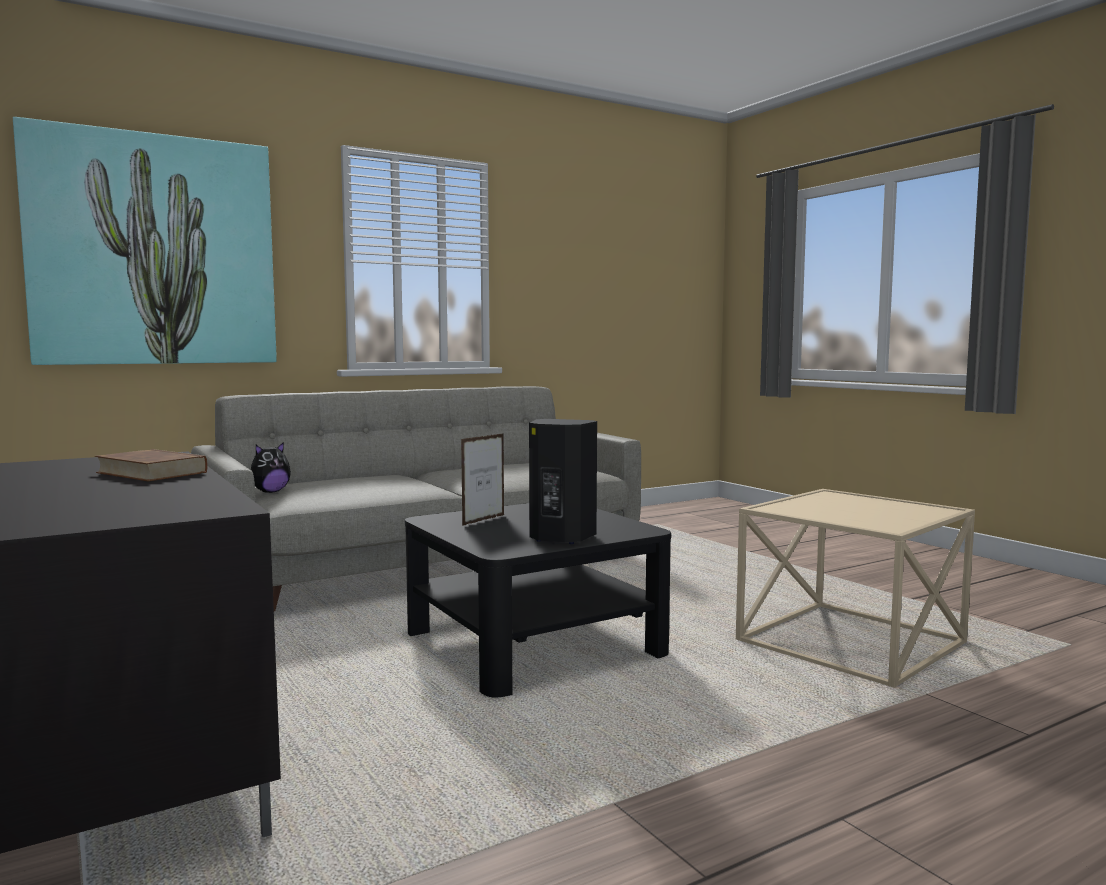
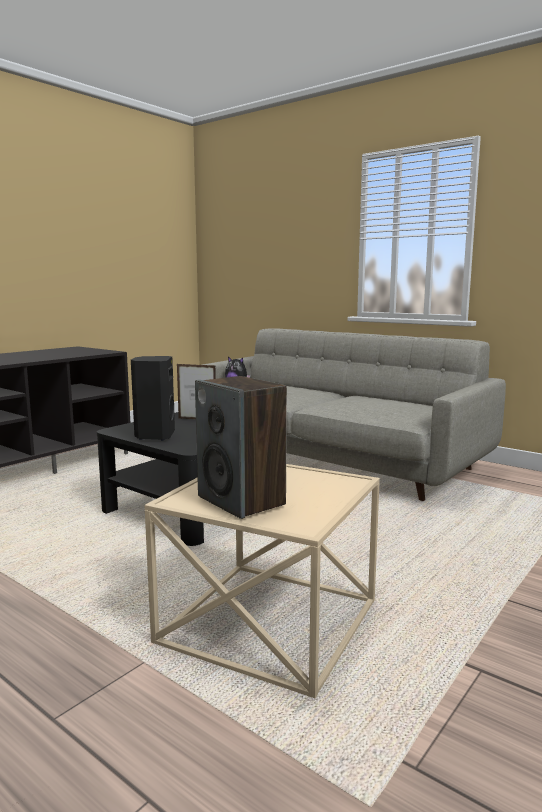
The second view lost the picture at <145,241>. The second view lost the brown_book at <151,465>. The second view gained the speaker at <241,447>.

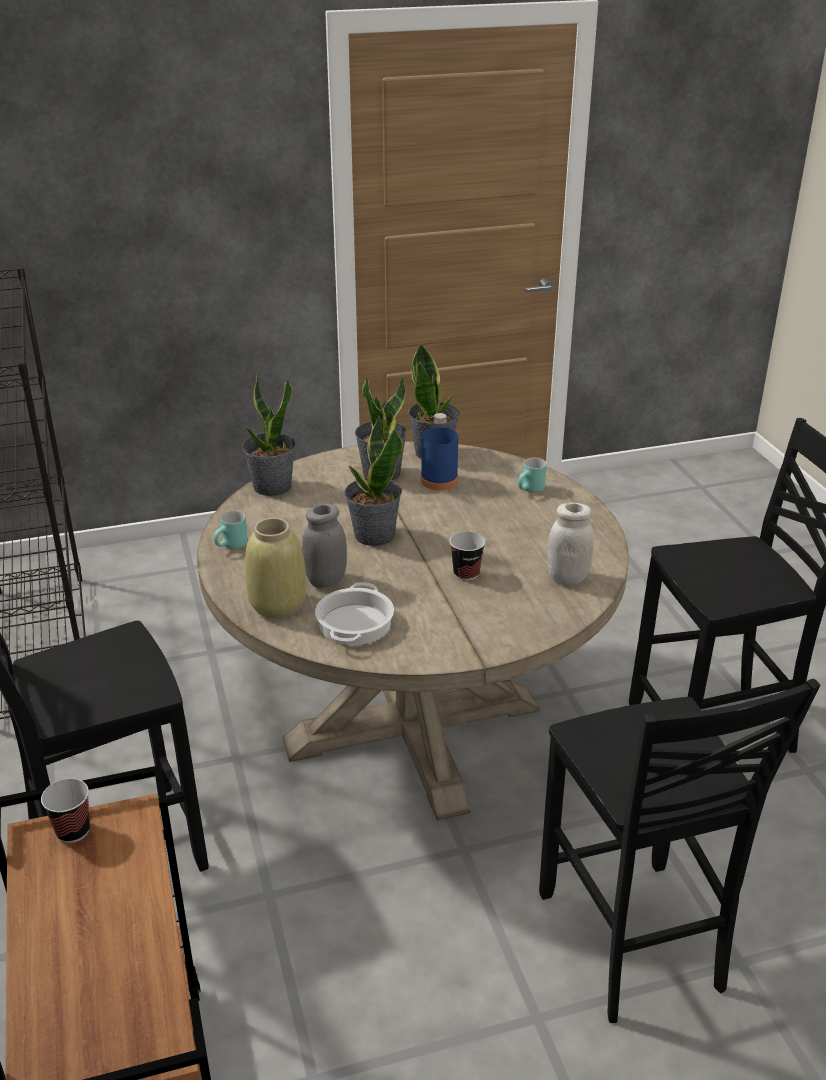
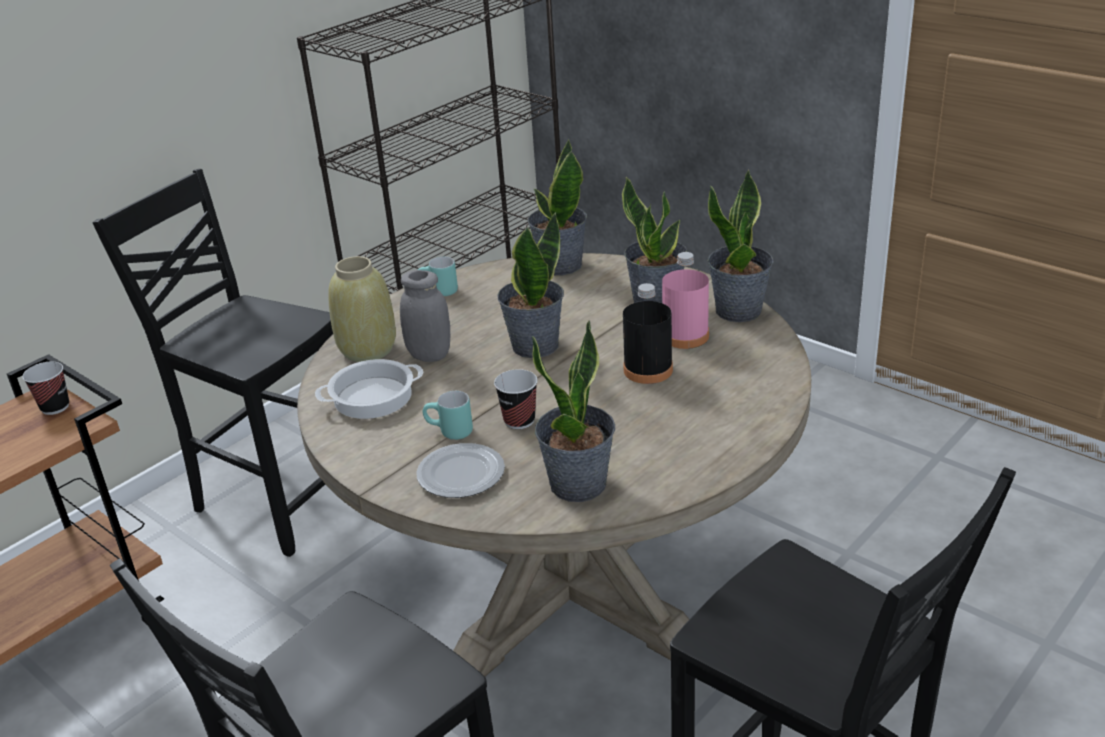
The second view gained the plate at <460,470>. The second view gained the black_bottle at <648,333>. The turquoise_mug ended up elsewhere, having gone from <532,475> to <448,415>. Where the white_jar stood at <570,543>, the potted_plant came to stand at <573,411>. What was the blue_bottle at <439,451> turned into the pink_bottle at <685,300>.

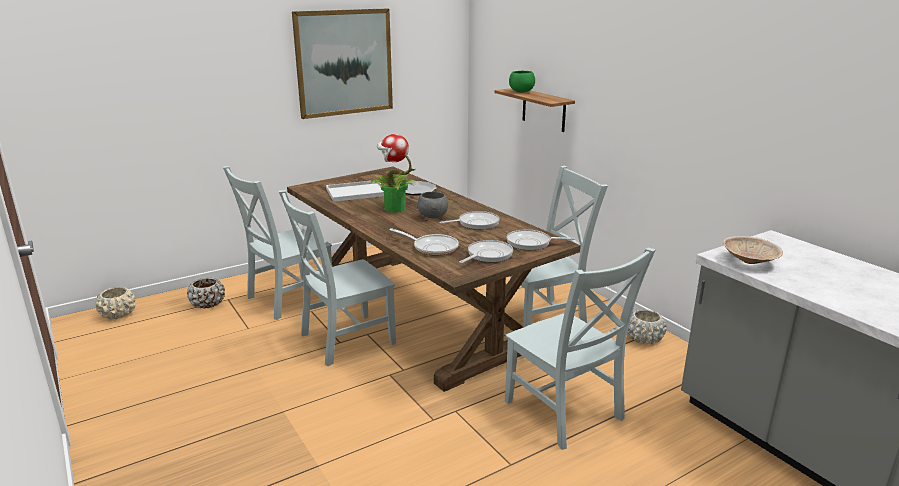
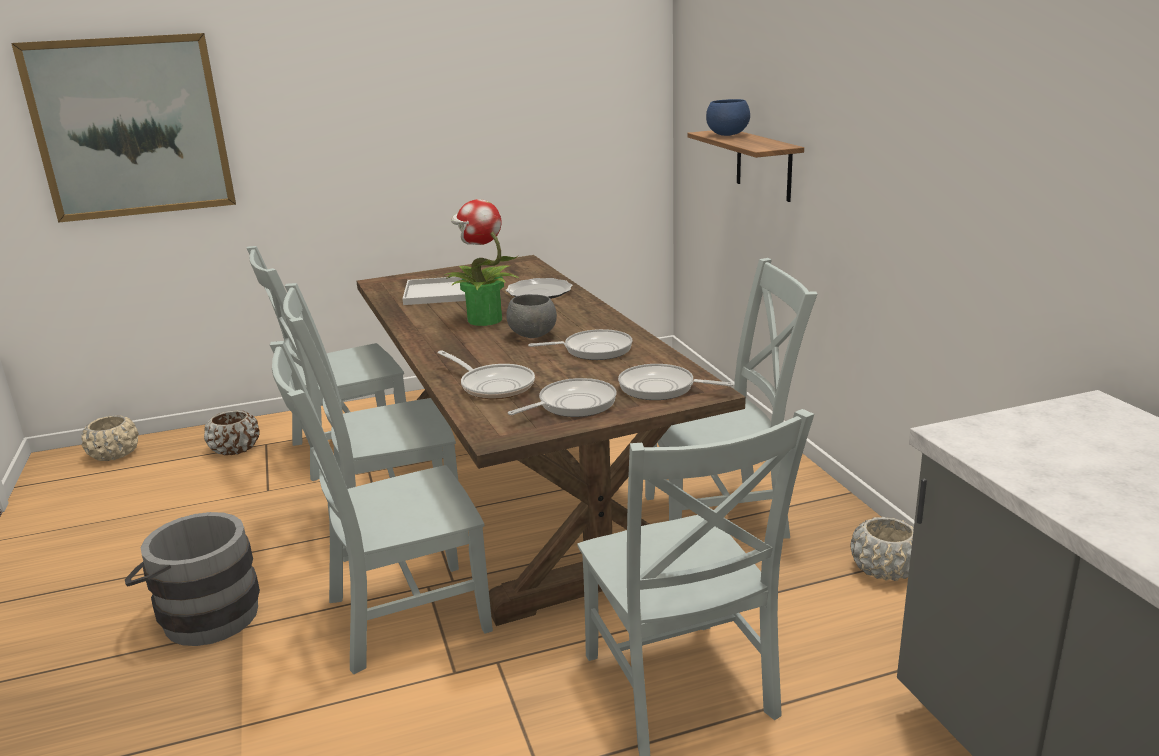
The second view lost the beige_bowl at <753,250>. The second view gained the grey_bucket at <192,579>. The second view gained the grey_chair at <381,507>. The picture ended up elsewhere, having gone from <342,63> to <123,128>. What was the green_bowl at <522,82> turned into the blue_bowl at <728,117>.

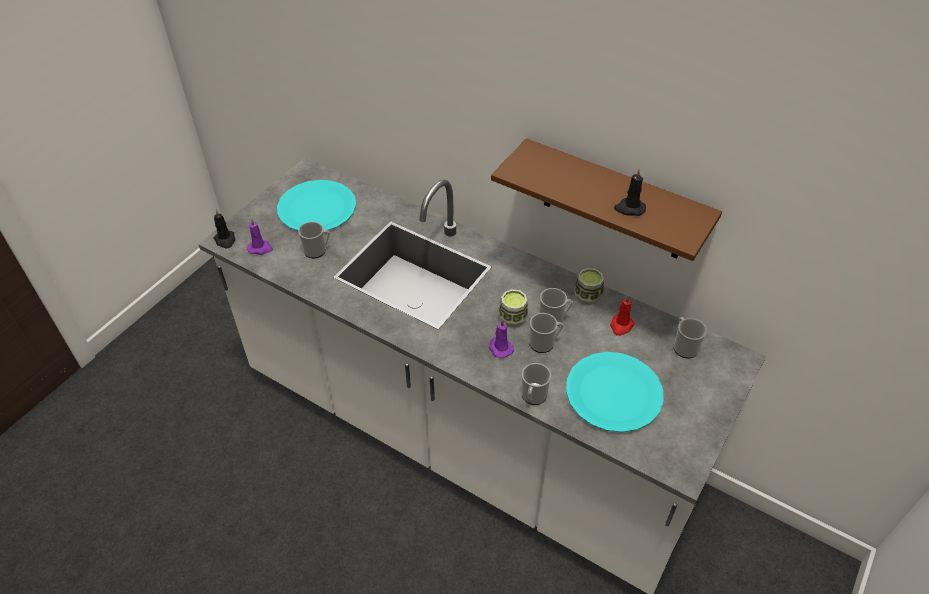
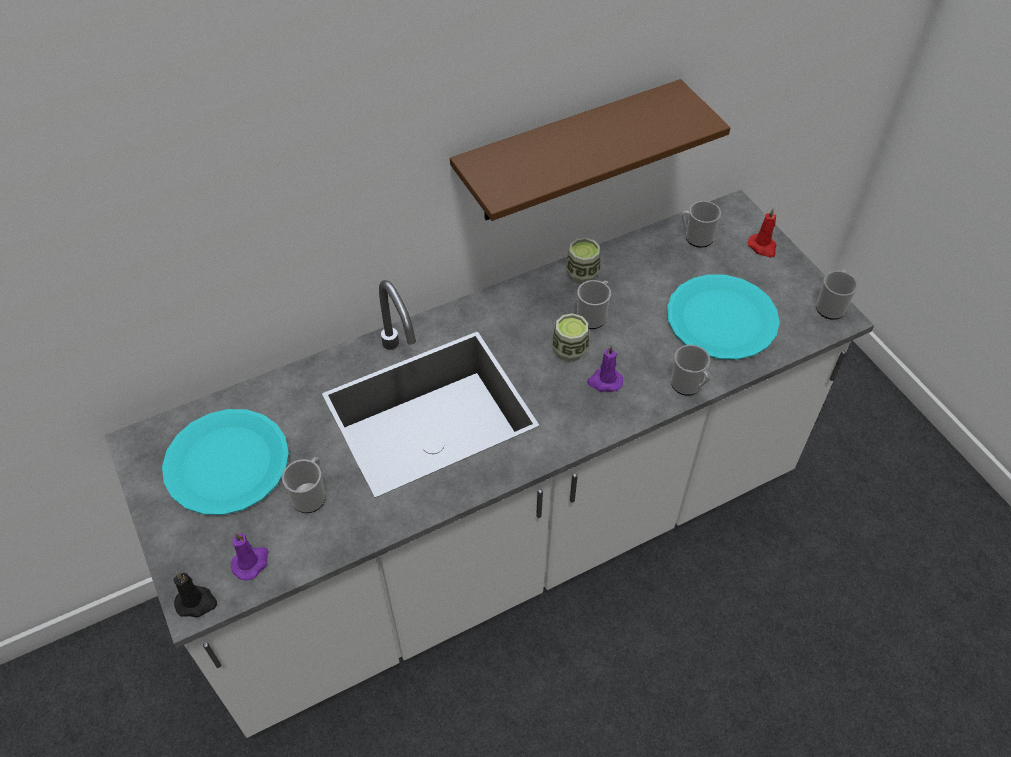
The second view lost the black_candle at <630,192>. The mug ended up elsewhere, having gone from <546,333> to <837,295>. The red_candle ended up elsewhere, having gone from <622,315> to <762,233>.

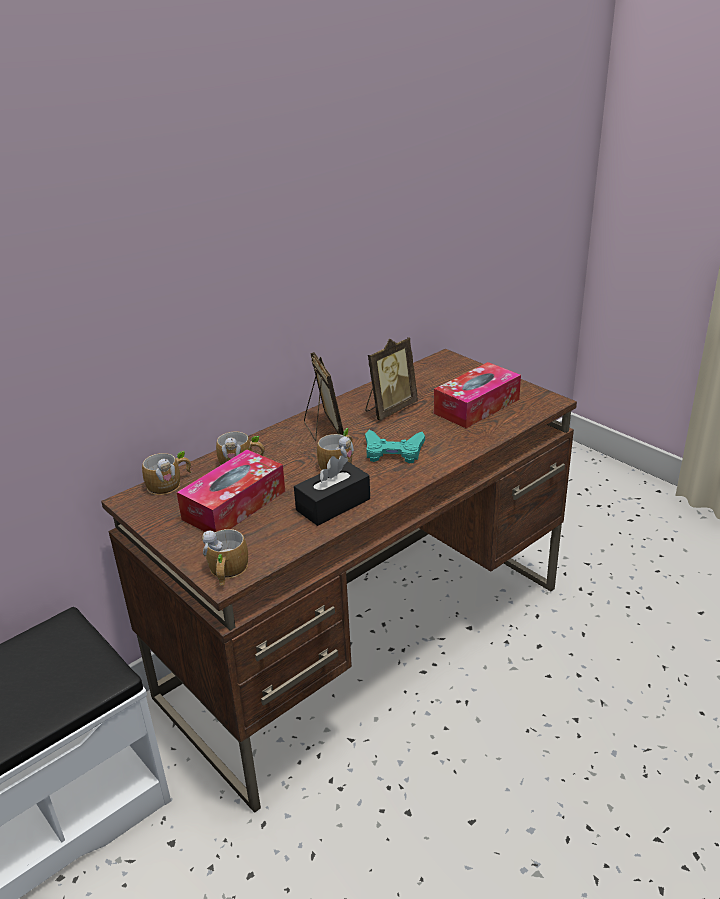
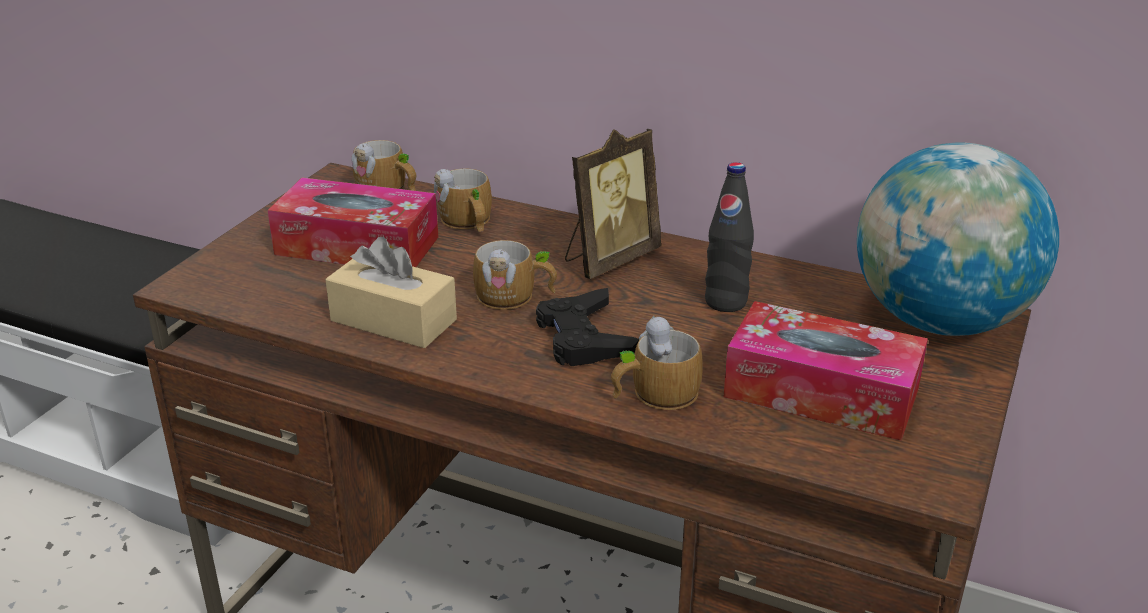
The second view gained the globe at <958,239>. The mug ended up elsewhere, having gone from <225,557> to <657,362>. Where the picture_frame stood at <392,378>, the black_bottle came to stand at <729,237>. What was the black_tissue_box at <332,490> turned into the beige_tissue_box at <391,292>. What was the turquoise_game_controller at <395,446> turned into the black_game_controller at <587,327>.

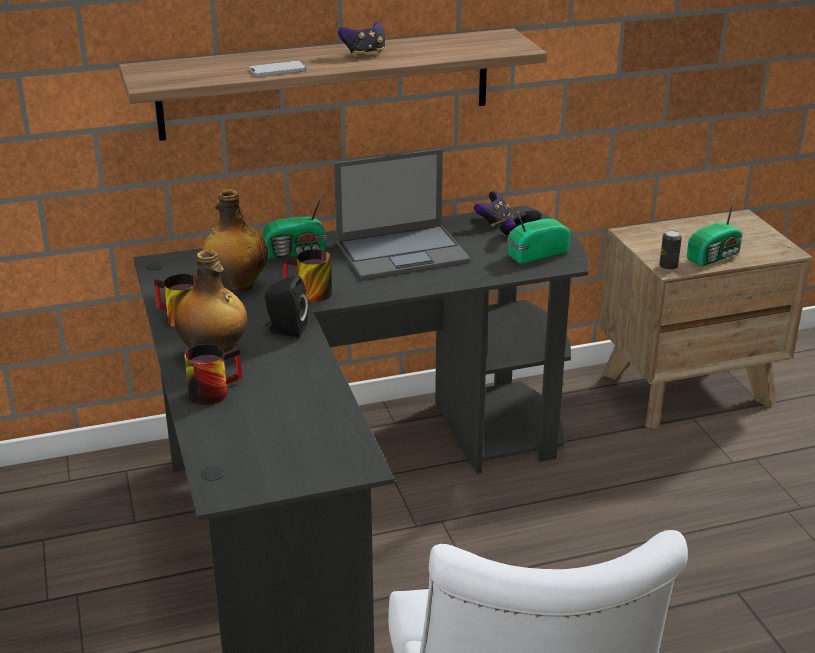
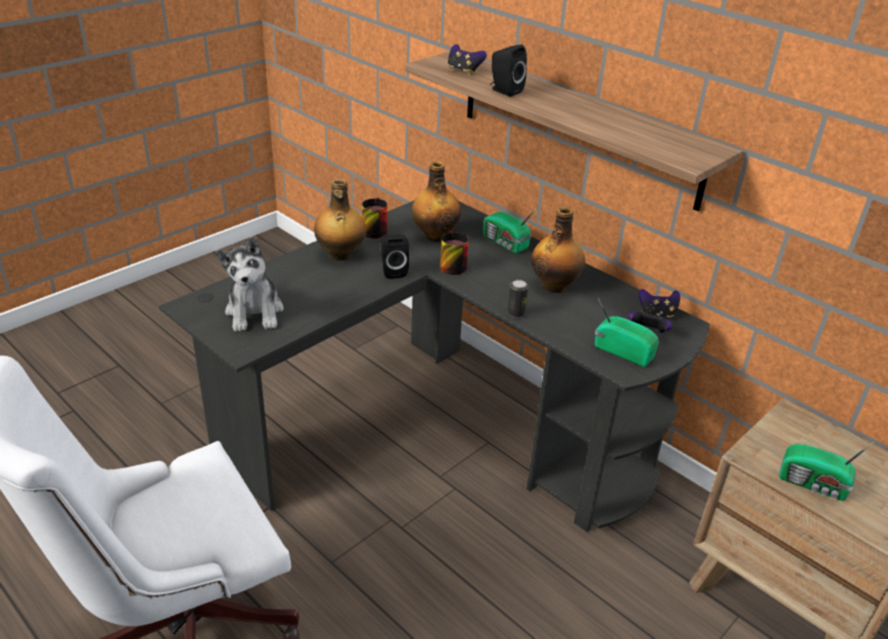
The second view lost the mug at <213,374>. The second view gained the plush_toy at <250,284>. The game_controller ended up elsewhere, having gone from <361,39> to <467,59>. The can ended up elsewhere, having gone from <670,250> to <517,299>. Where the phone stood at <278,68>, the black_speaker came to stand at <508,70>. Where the laptop stood at <402,213>, the bottle came to stand at <558,250>.

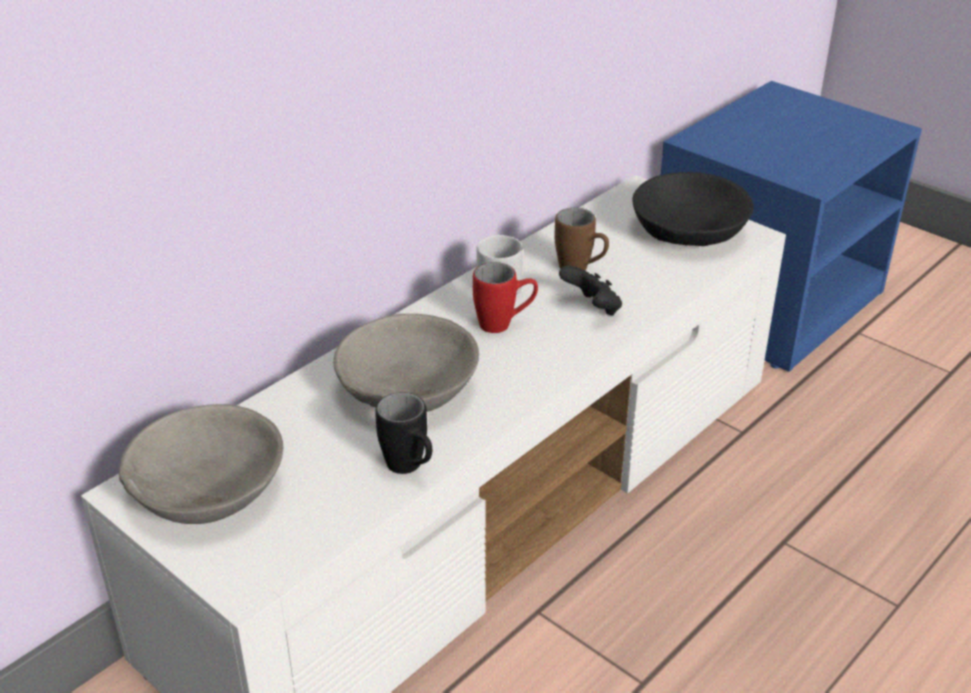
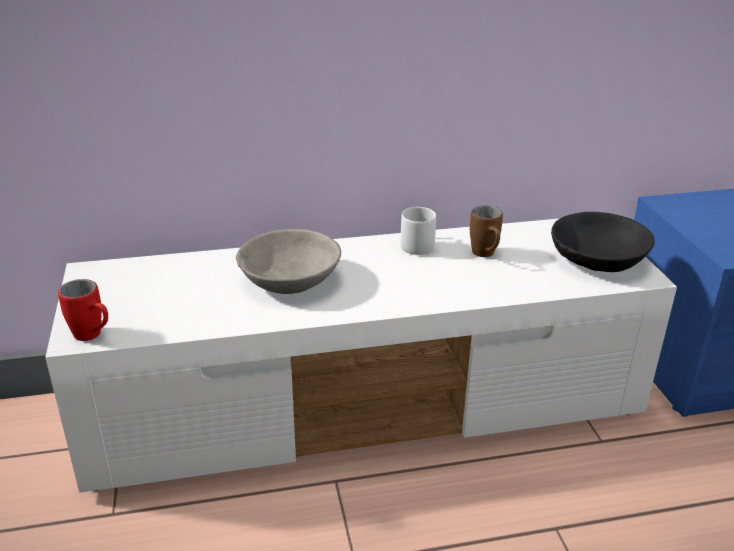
The second view lost the grey_bowl at <201,464>. The second view lost the black_mug at <403,433>. The second view lost the black_game_controller at <590,290>. The red_mug ended up elsewhere, having gone from <505,297> to <83,310>.

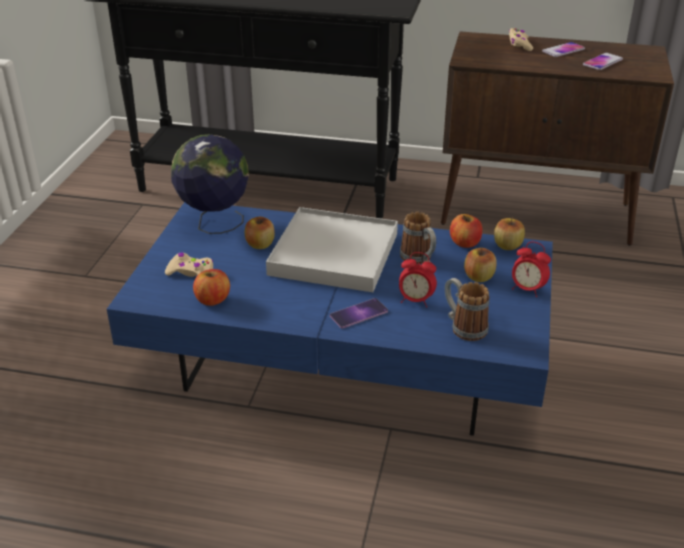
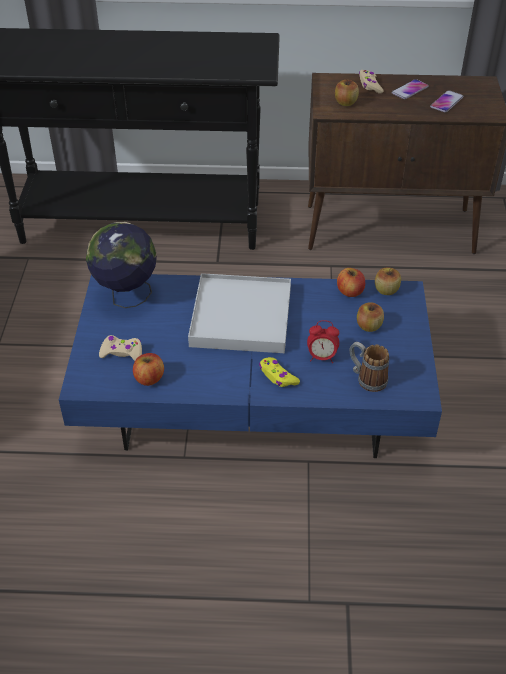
The second view lost the mug at <418,238>. The second view lost the alarm_clock at <531,269>. The apple ended up elsewhere, having gone from <260,232> to <347,92>. Where the phone stood at <359,313>, the yellow_game_controller came to stand at <279,372>.

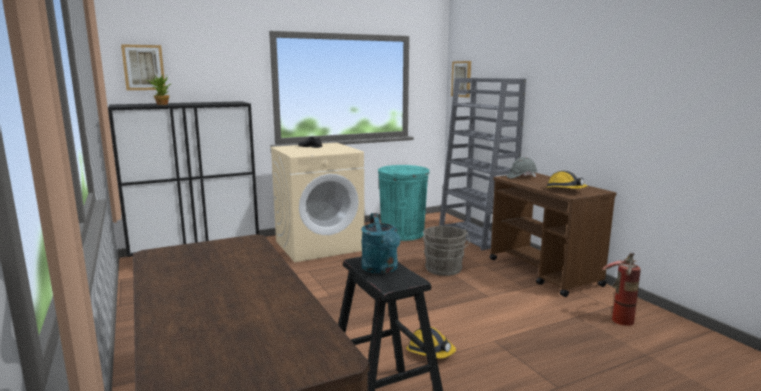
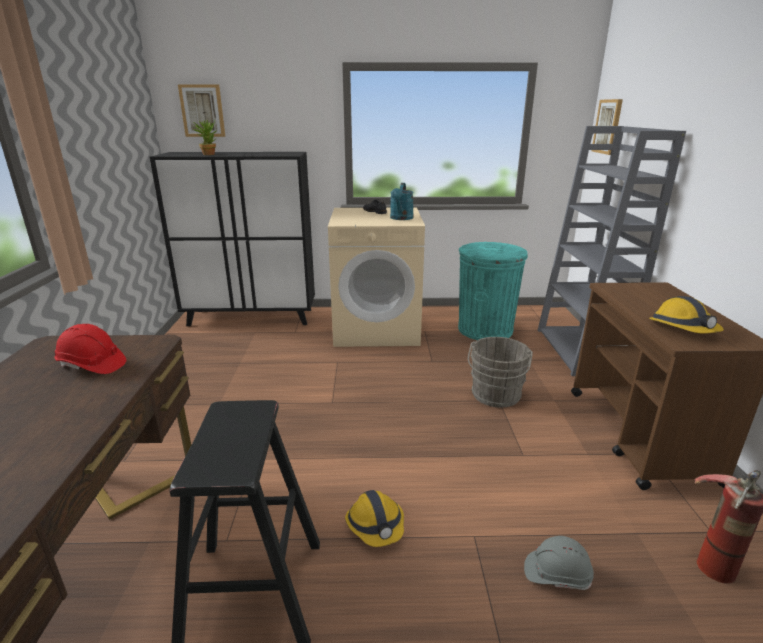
The second view gained the red_hard_hat at <90,349>. The turquoise_watering_can ended up elsewhere, having gone from <381,243> to <401,201>. The grey_hard_hat ended up elsewhere, having gone from <521,167> to <559,563>.

